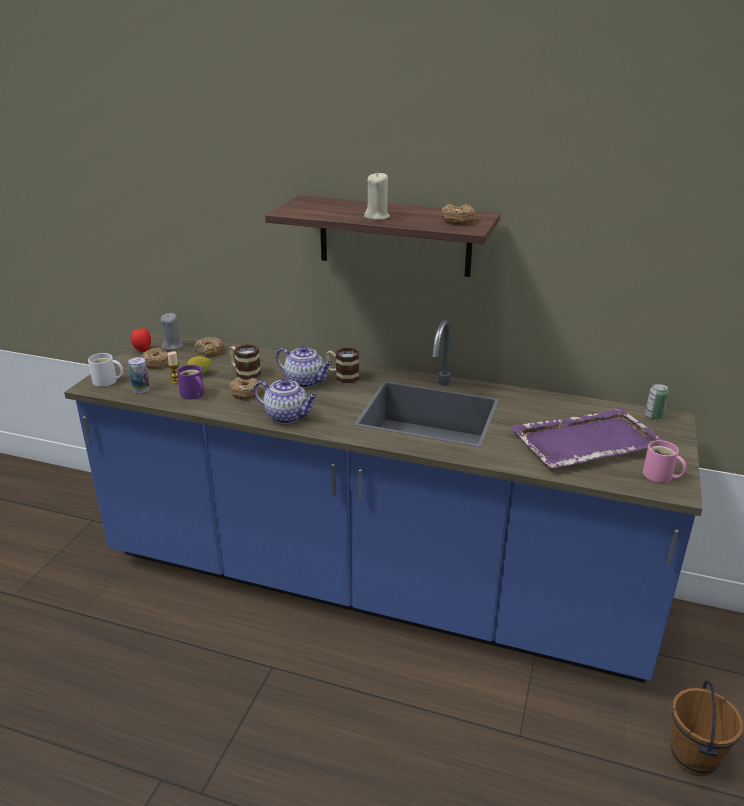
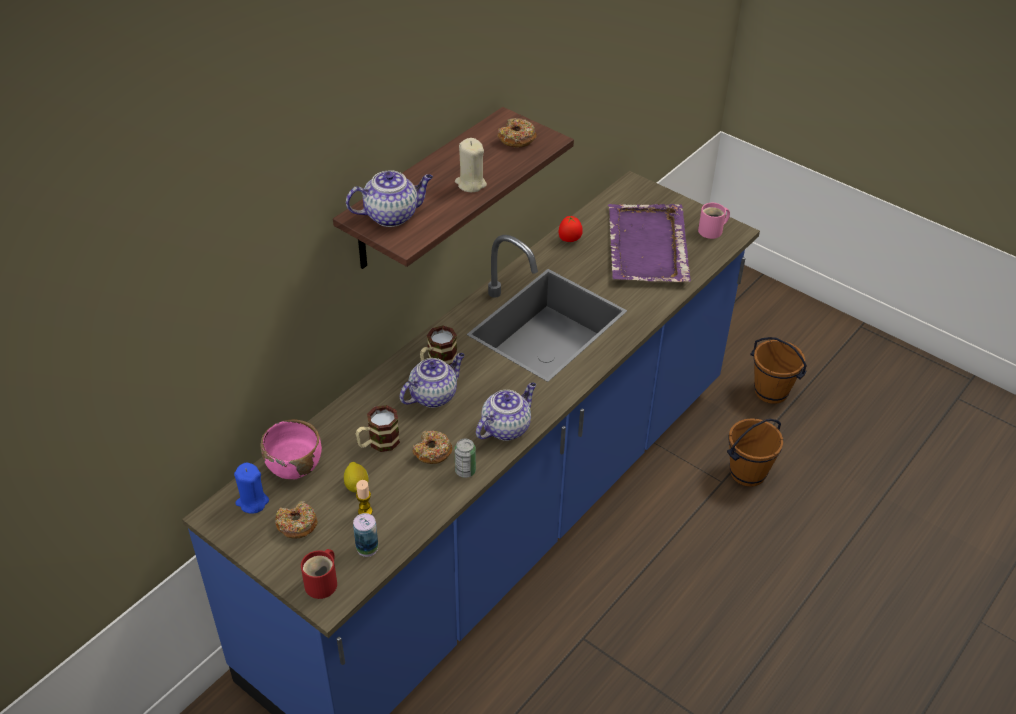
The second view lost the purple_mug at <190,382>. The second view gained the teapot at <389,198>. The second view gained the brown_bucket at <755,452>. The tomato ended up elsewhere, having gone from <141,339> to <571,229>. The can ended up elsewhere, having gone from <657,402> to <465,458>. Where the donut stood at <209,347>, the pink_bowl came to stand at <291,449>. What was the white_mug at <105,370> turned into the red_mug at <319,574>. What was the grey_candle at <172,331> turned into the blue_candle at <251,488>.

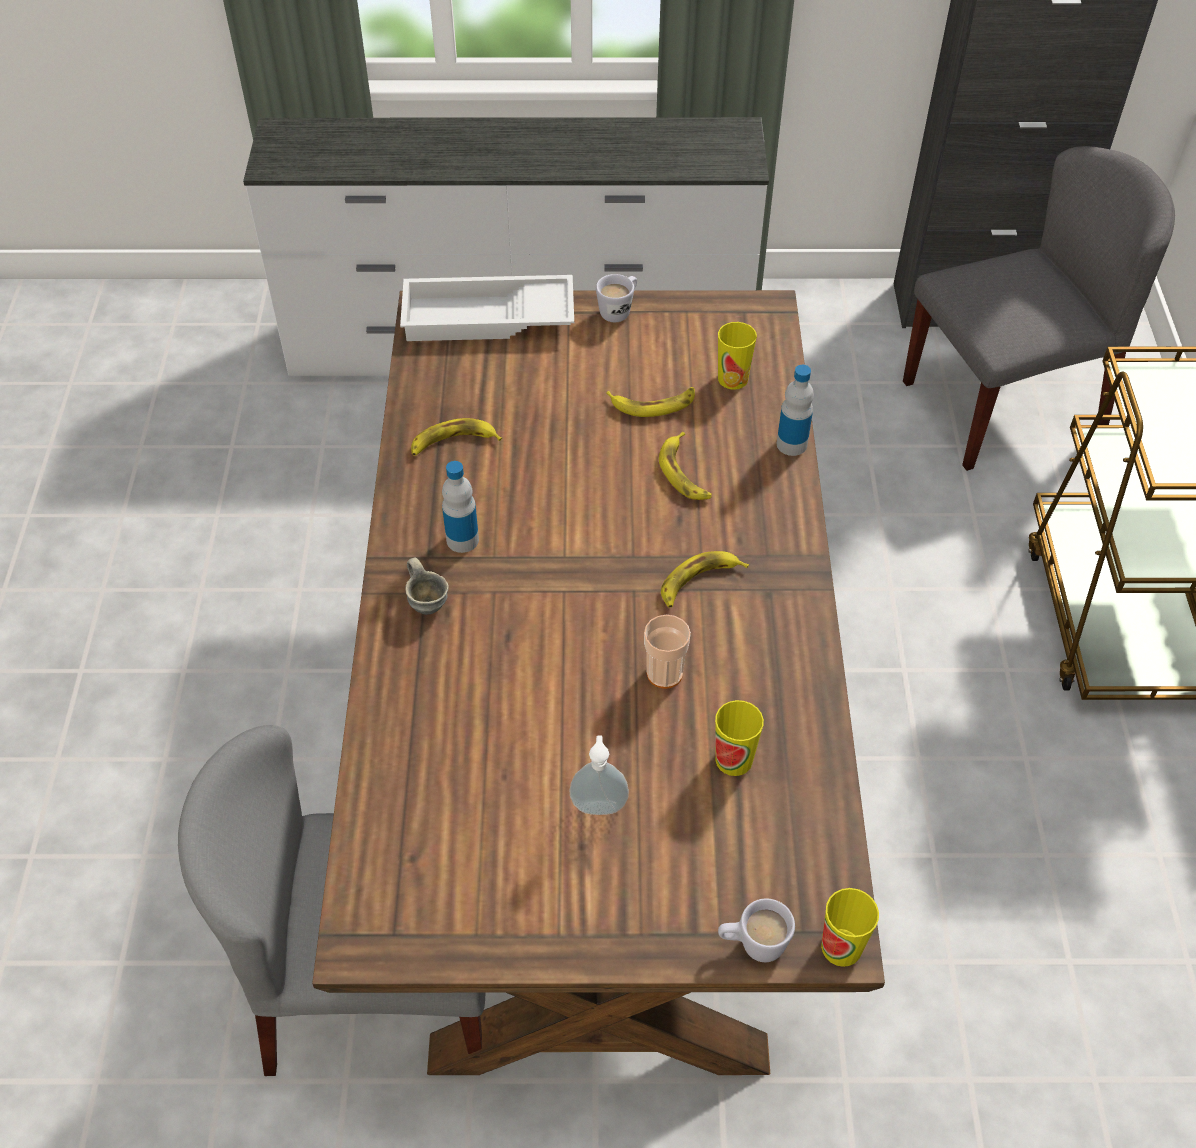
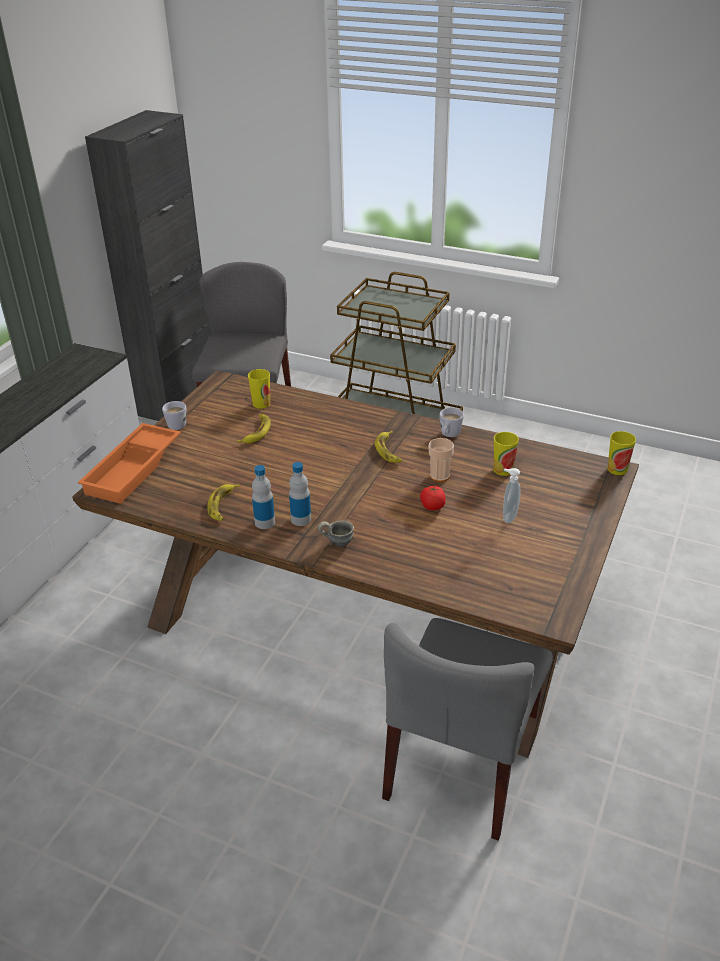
The second view lost the banana at <685,466>. The second view gained the tomato at <433,498>. The white_mug ended up elsewhere, having gone from <756,930> to <451,422>. The bottle ended up elsewhere, having gone from <795,410> to <263,497>. What was the white_tray at <487,308> turned into the orange_tray at <129,463>.

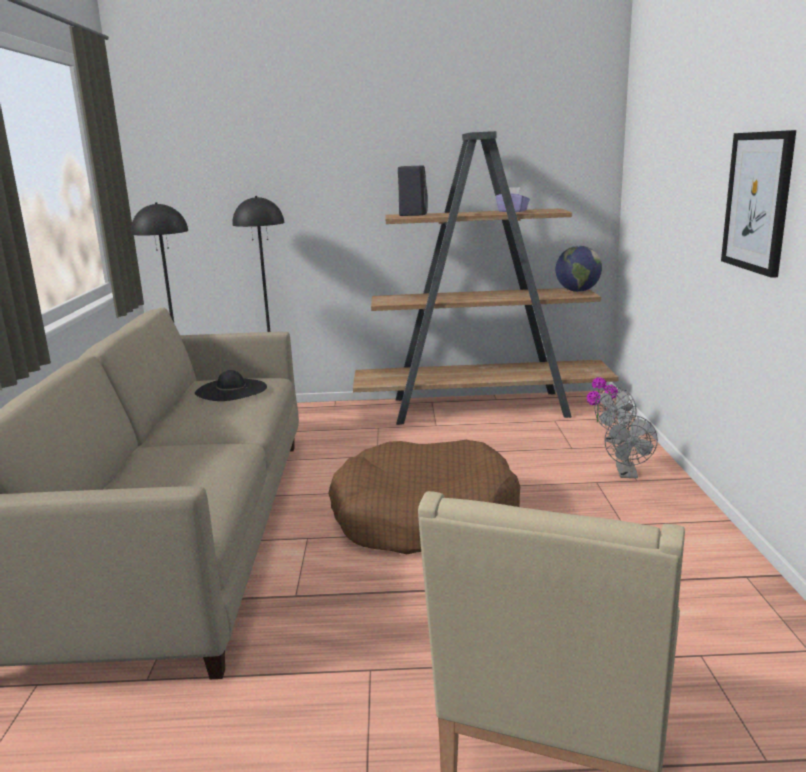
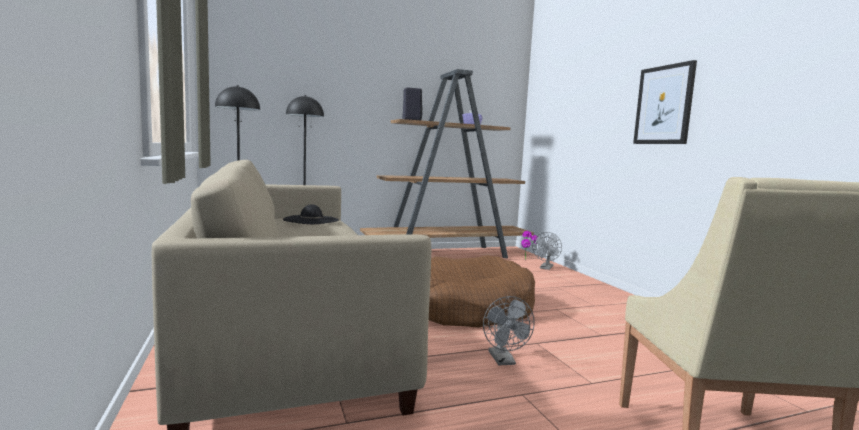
The second view lost the globe at <579,269>. The grey_fan ended up elsewhere, having gone from <631,446> to <509,330>.

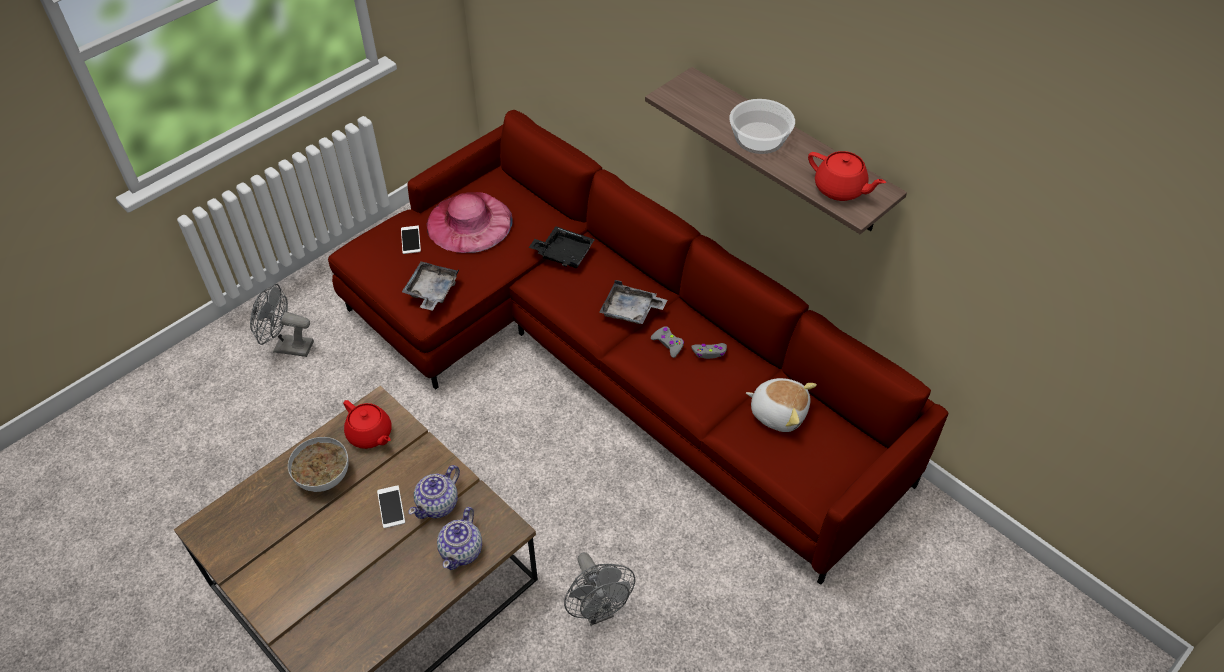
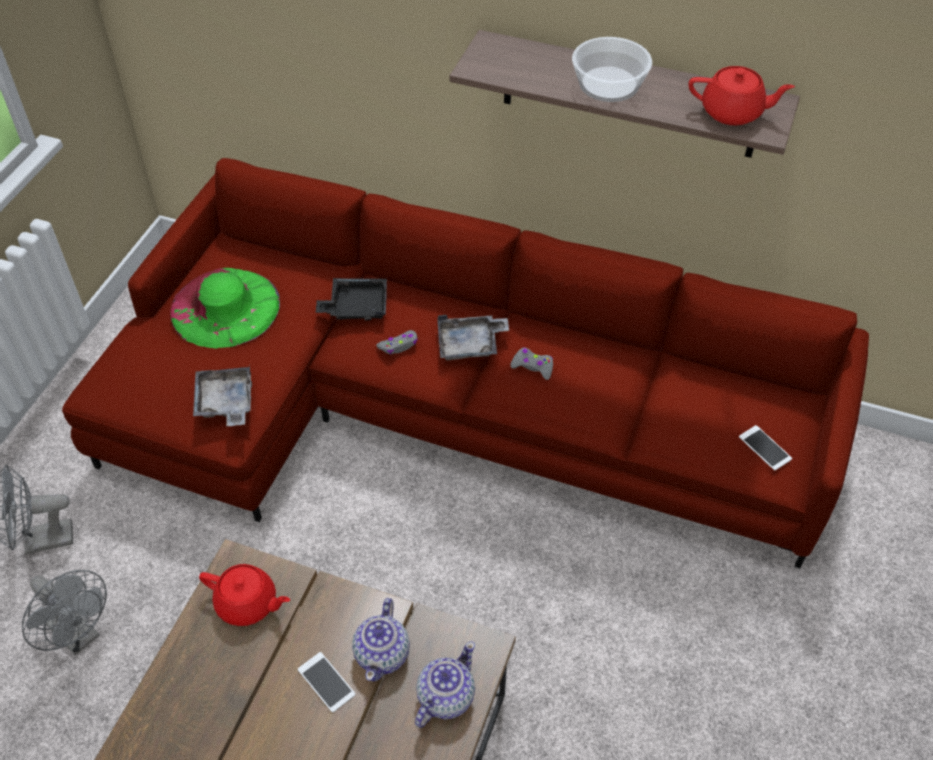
The second view lost the bowl at <318,464>. The second view lost the plush_toy at <781,405>. The phone ended up elsewhere, having gone from <411,240> to <765,448>. The grey_fan ended up elsewhere, having gone from <599,589> to <64,612>. The grey_game_controller ended up elsewhere, having gone from <709,351> to <397,342>. What was the pink_hat at <470,222> turned into the green_hat at <225,308>. The teapot at <459,538> ended up facing another way, 135 degrees counterclockwise from before.

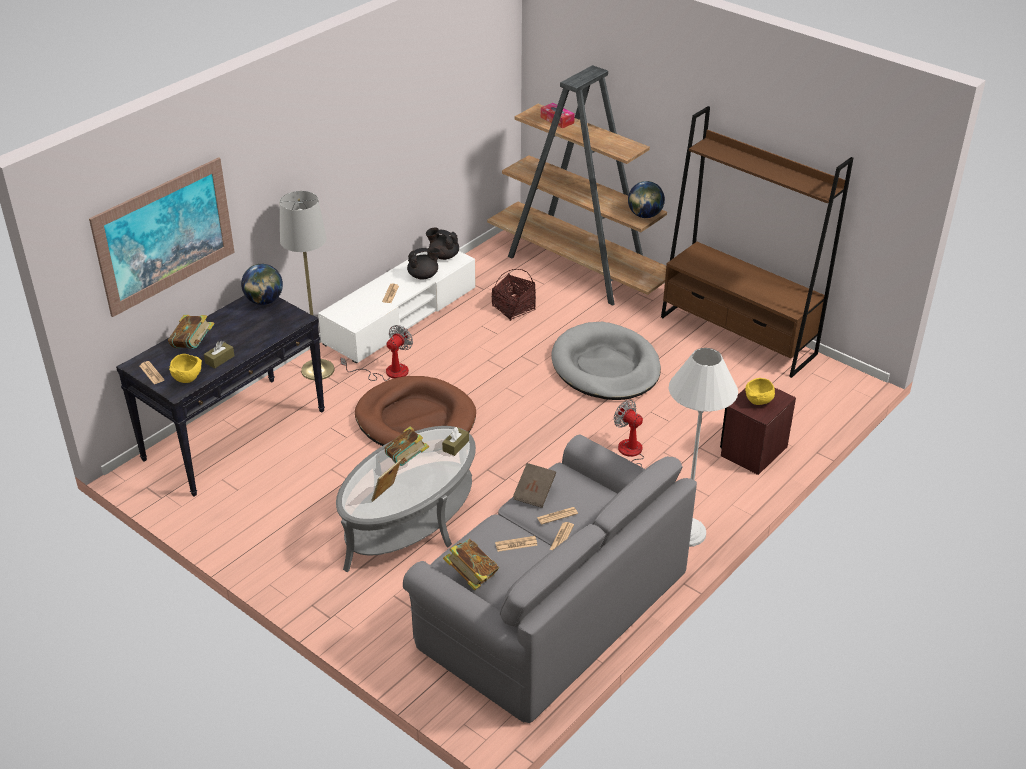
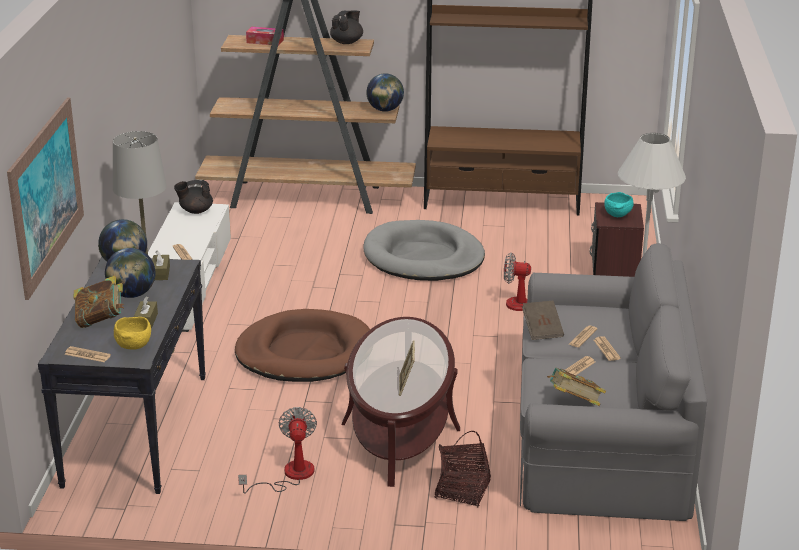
The second view lost the book at <407,446>. The second view gained the globe at <130,273>. The fan ended up elsewhere, having gone from <376,353> to <277,450>. The black_teapot ended up elsewhere, having gone from <423,263> to <346,27>. The brown_tissue_box ended up elsewhere, having gone from <455,441> to <161,265>. The basket ended up elsewhere, having gone from <514,295> to <463,469>. What was the grey_coffee_table at <406,499> turned into the brown_coffee_table at <401,402>. What was the yellow_bowl at <760,391> turned into the turquoise_bowl at <619,204>.

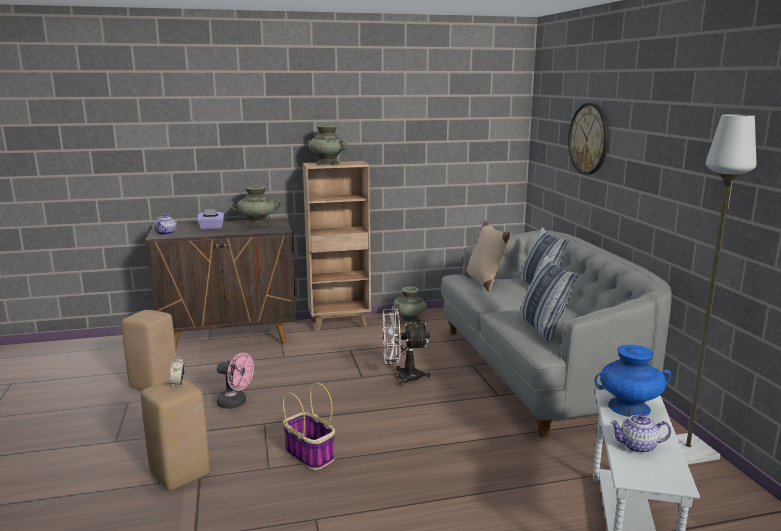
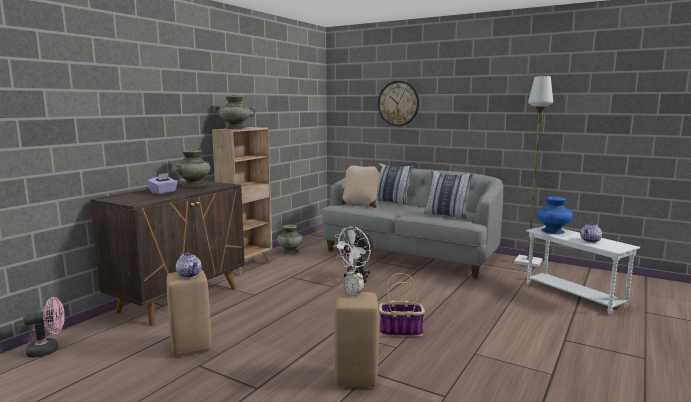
The teapot ended up elsewhere, having gone from <165,224> to <188,265>. The pink_fan ended up elsewhere, having gone from <235,381> to <44,327>.

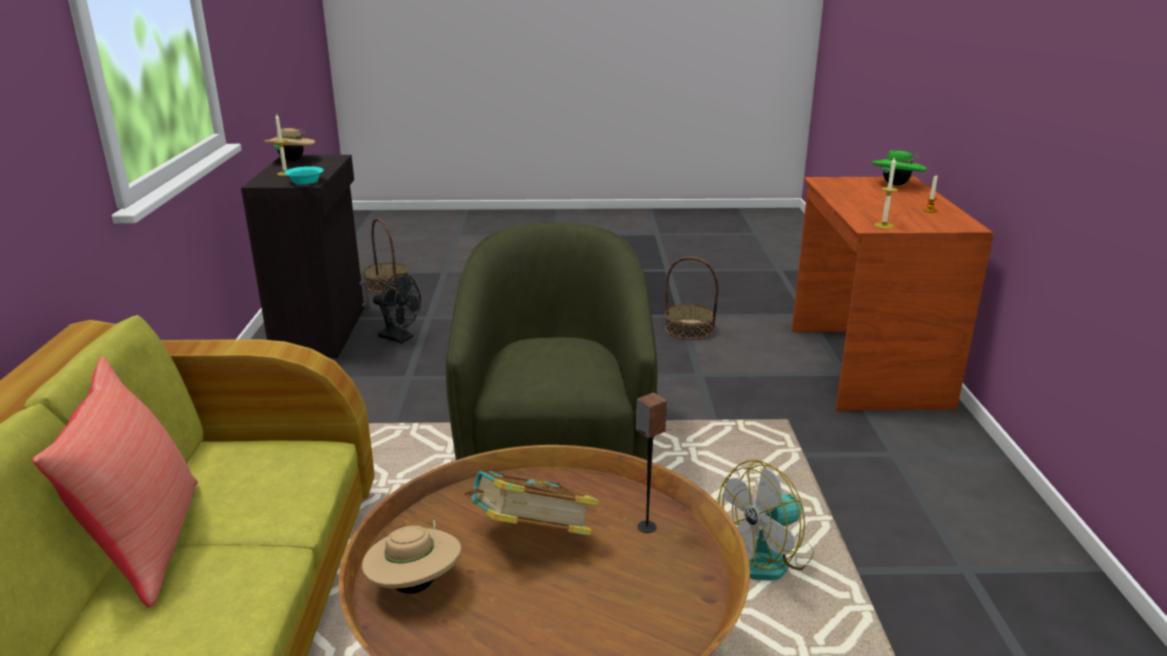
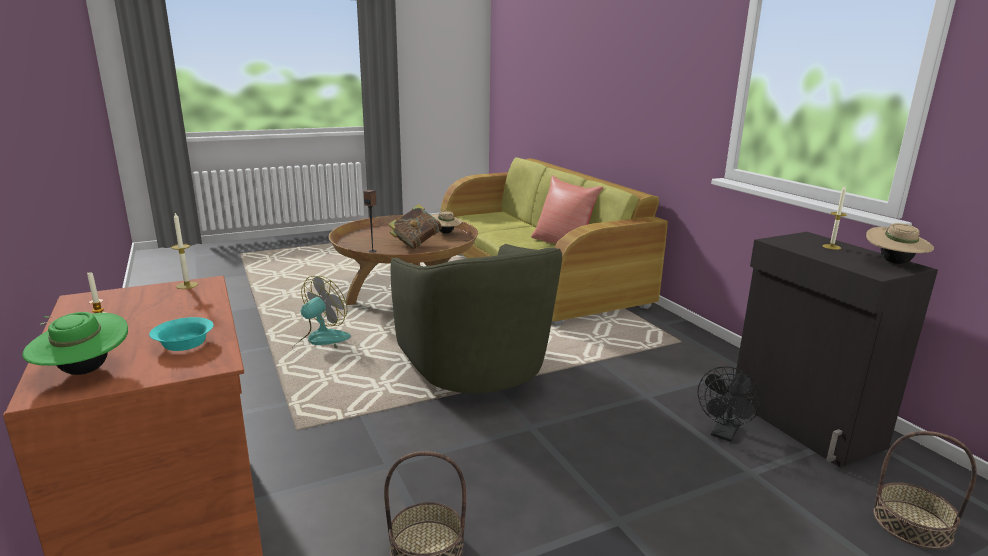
The turquoise_bowl ended up elsewhere, having gone from <304,175> to <181,334>. The black_fan at <397,308> ended up facing another way, 60 degrees counterclockwise from before.

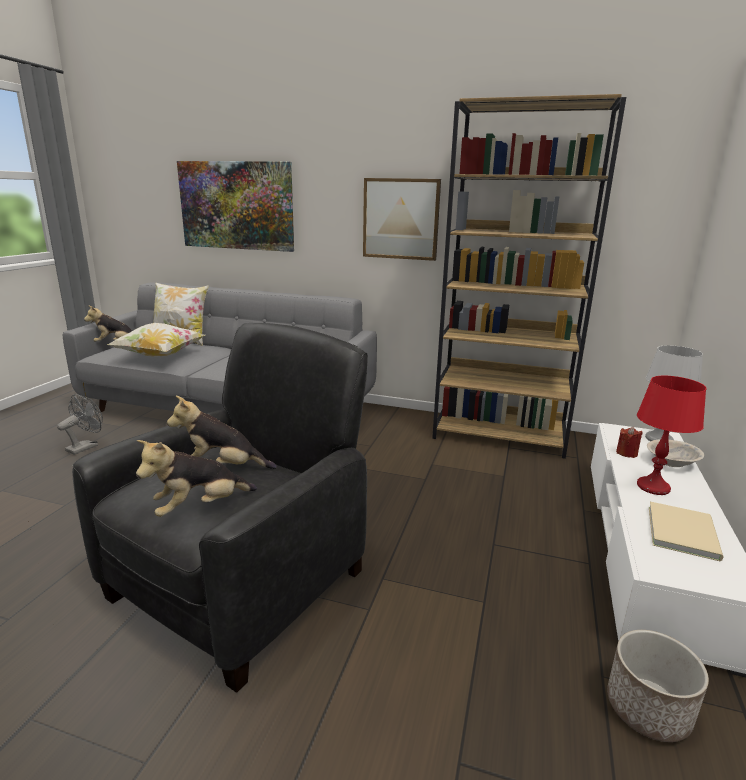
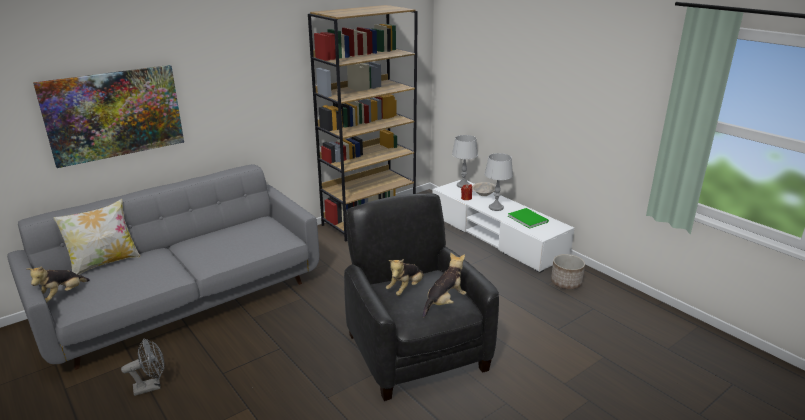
The second view lost the pillow at <156,340>. The second view lost the picture at <402,219>. What was the red_table_lamp at <671,435> turned into the grey_table_lamp at <499,182>. What was the beige_book at <686,531> turned into the green_book at <528,218>. The grey_fan at <80,424> ended up facing another way, 90 degrees clockwise from before. The plush_toy at <196,478> ended up facing another way, 135 degrees counterclockwise from before.

